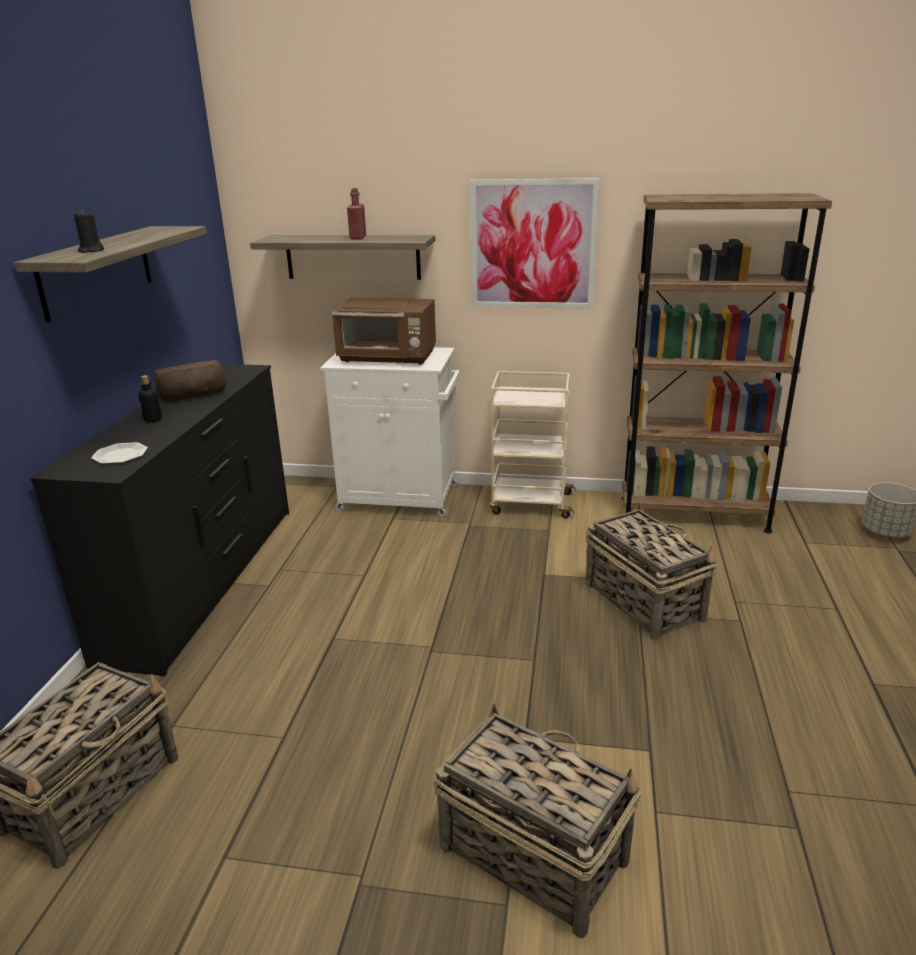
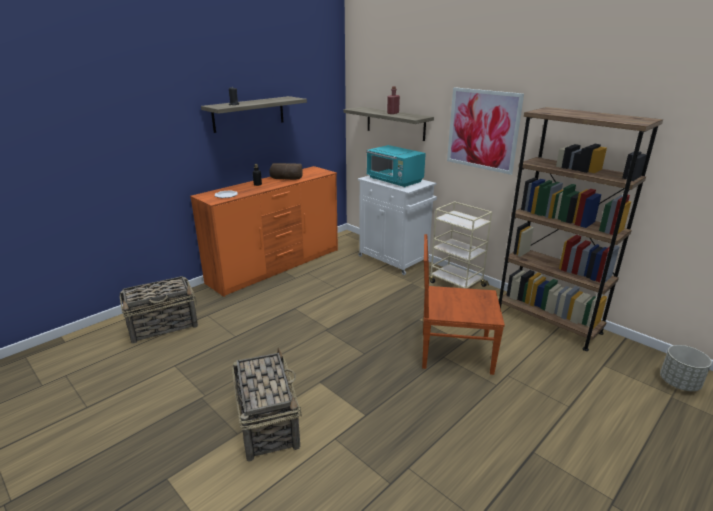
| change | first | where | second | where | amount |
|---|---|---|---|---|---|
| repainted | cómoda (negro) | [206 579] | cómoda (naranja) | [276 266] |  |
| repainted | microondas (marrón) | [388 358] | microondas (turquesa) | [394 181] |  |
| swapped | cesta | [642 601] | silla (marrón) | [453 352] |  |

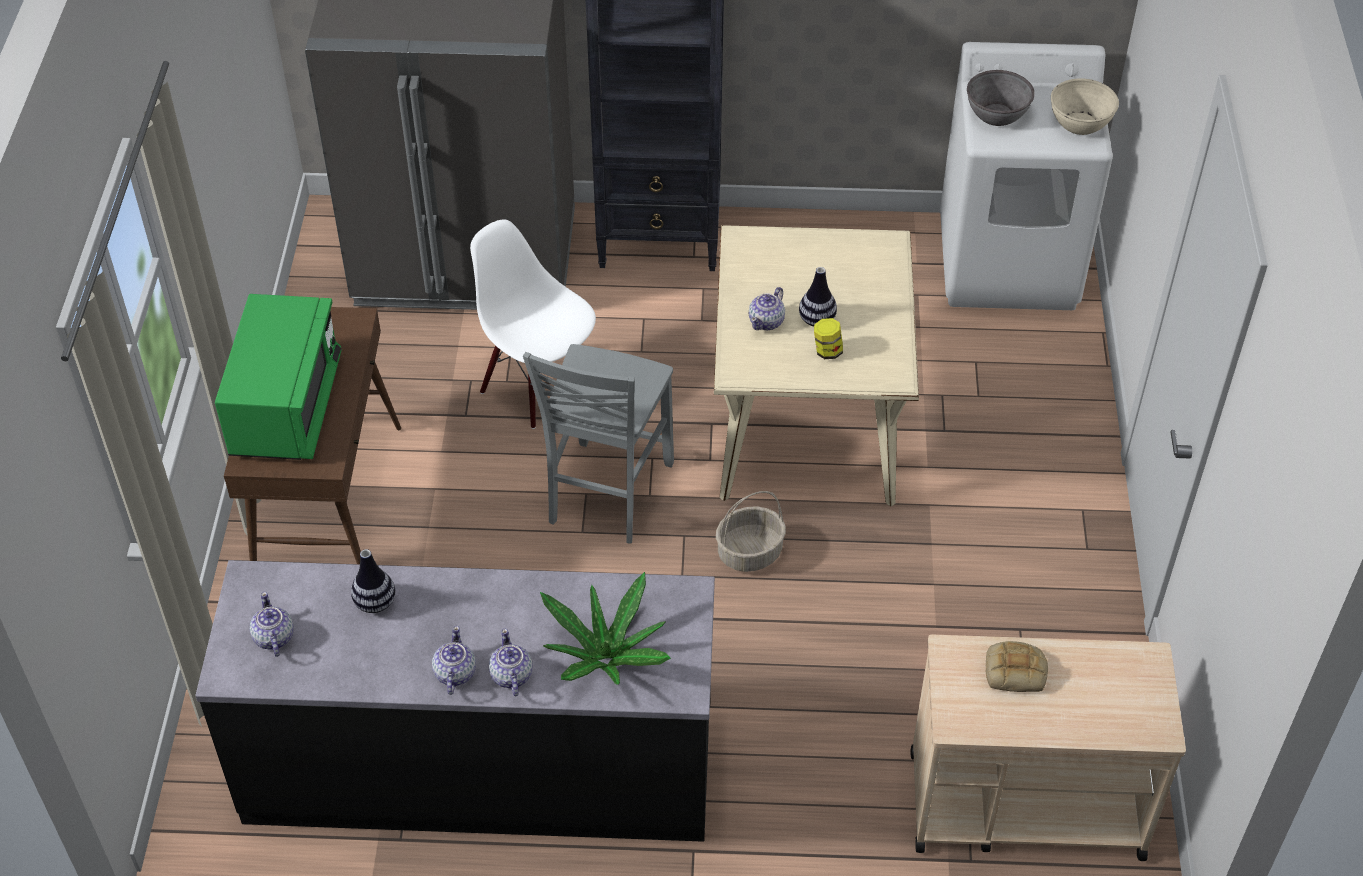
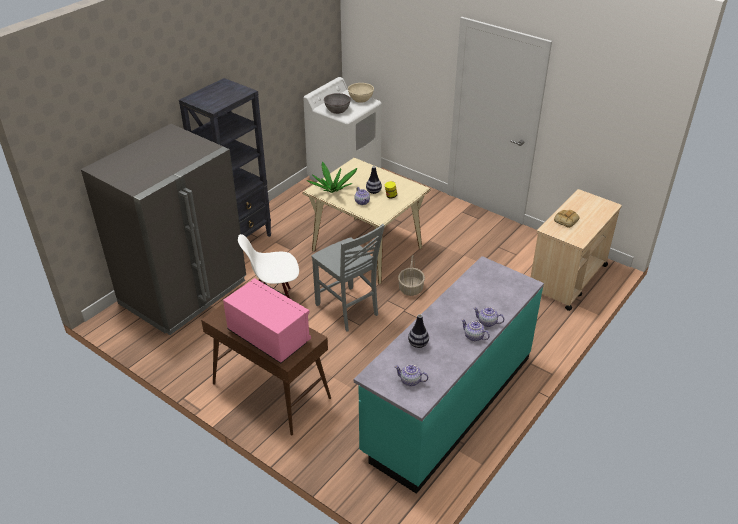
| change | first | where | second | where | amount |
|---|---|---|---|---|---|
| repainted | microondas (verde) | [287 407] | microondas (rosa) | [269 337] |  |
| shifted | planta en maceta | [606 656] |  | [332 190] |  |
| repainted | mueble bajo de cocina (negro) | [480 767] | mueble bajo de cocina (turquesa) | [447 404] |  |

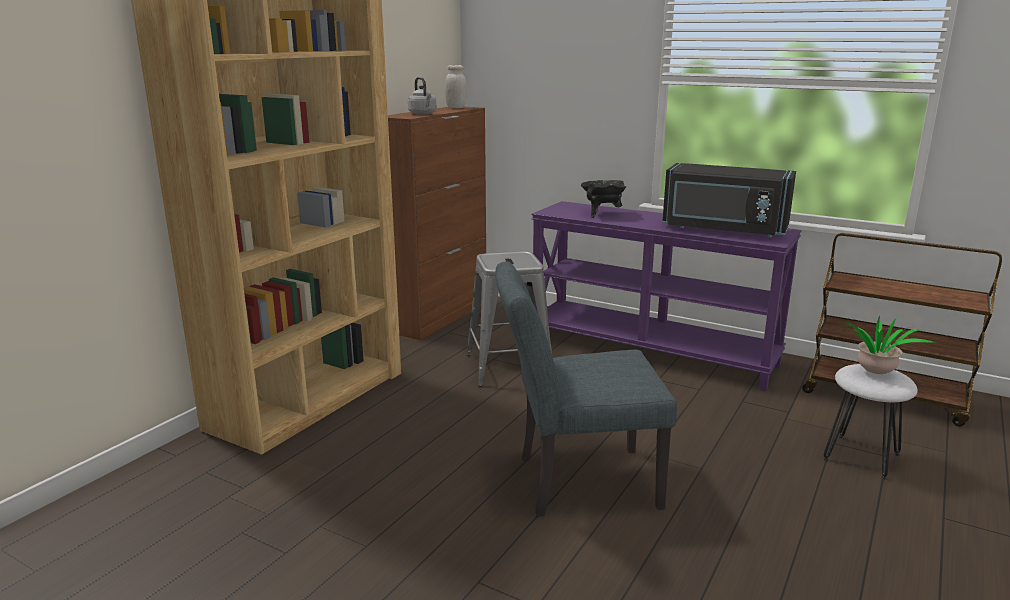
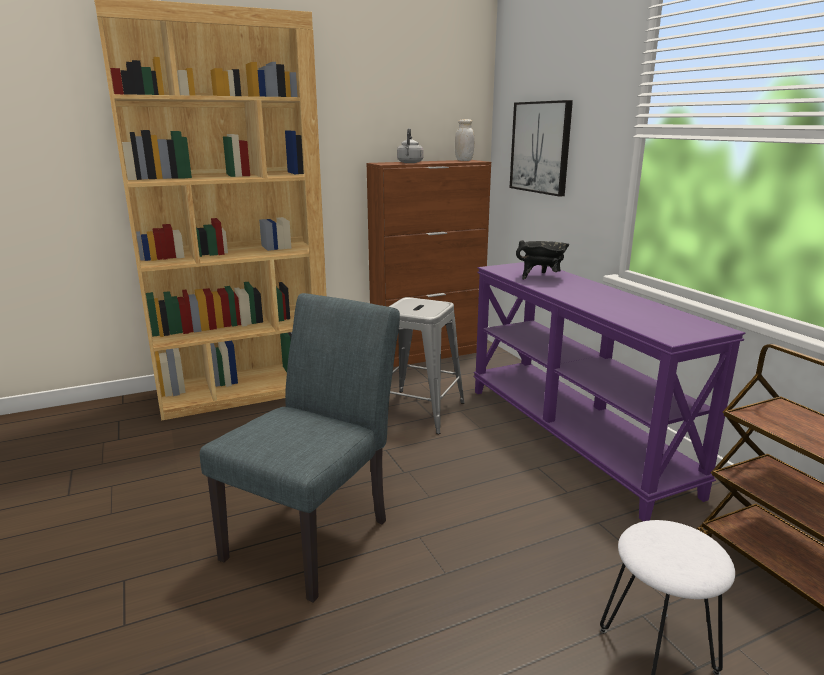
| change | first | where | second | where | amount |
|---|---|---|---|---|---|
| rotated | silla (gris) | [575 482] |  | [316 532] | 90 degrees clockwise |
| new |  |  | cuadro | [541 147] |  |
| gone | microondas (negro) | [723 229] |  |  |  |
| gone | planta en maceta | [875 374] |  |  |  |

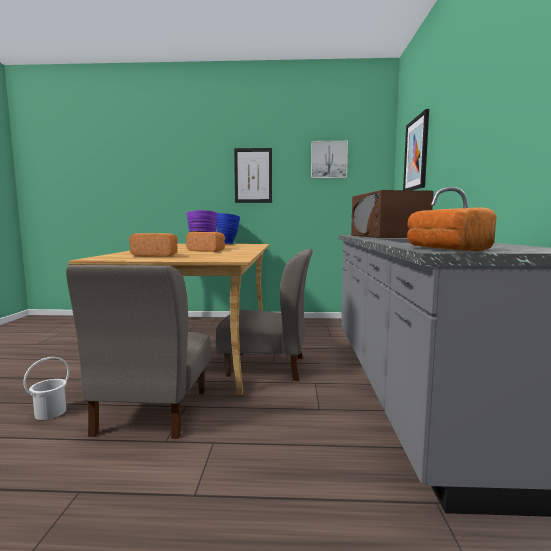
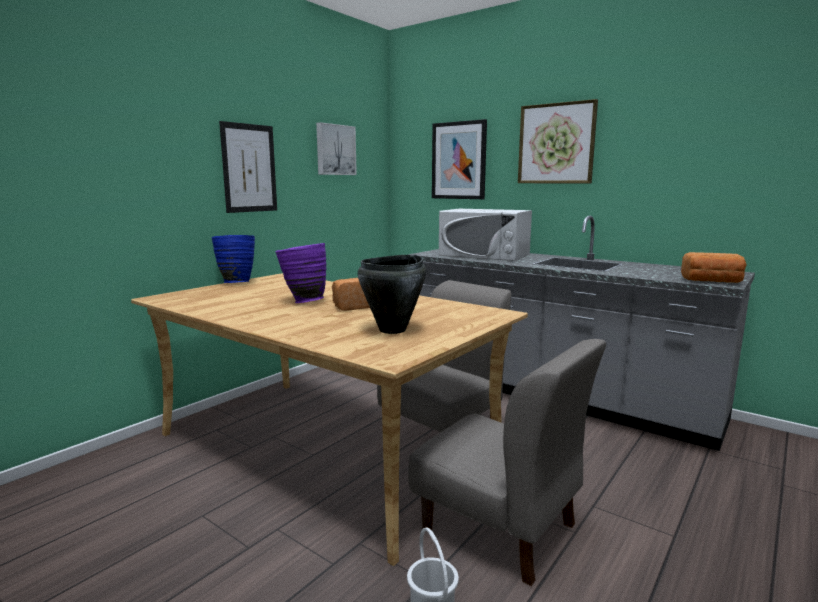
| change | first | where | second | where | amount |
|---|---|---|---|---|---|
| swapped | pan | [156 255] | olla (negro) | [393 330] |  |
| repainted | microondas (marrón) | [387 236] | microondas (blanco) | [484 255] |  |
| new |  |  | cuadro | [556 144] |  |

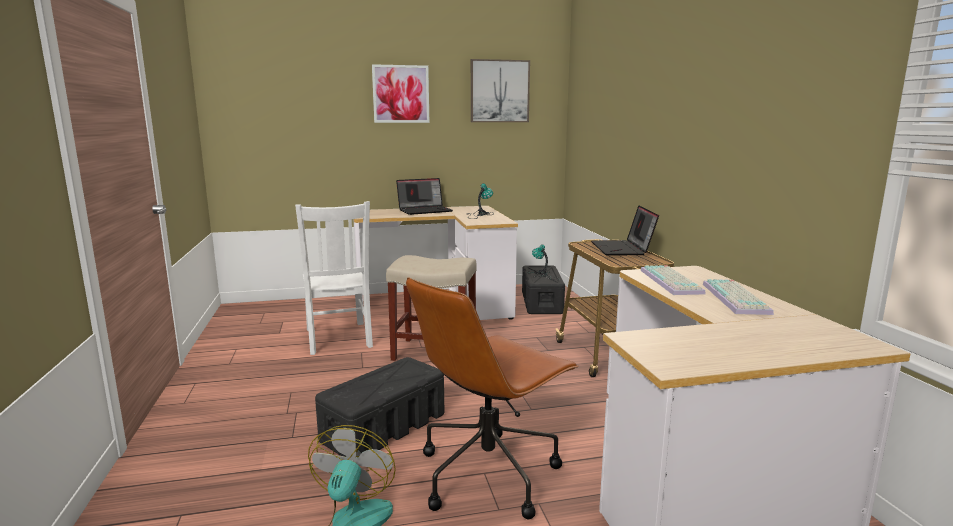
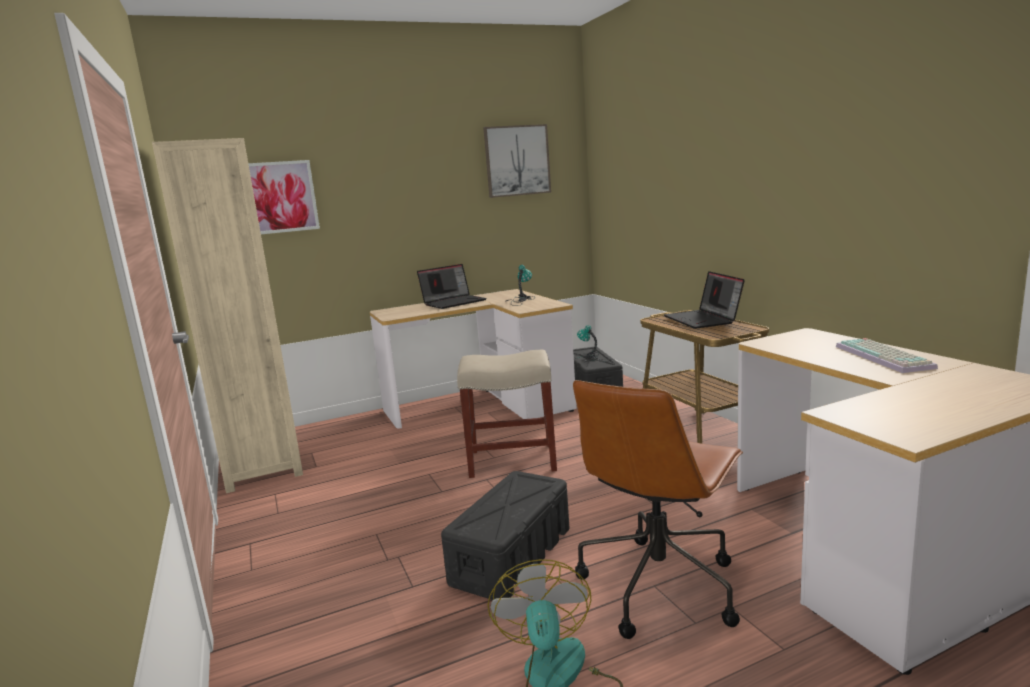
| change | first | where | second | where | amount |
|---|---|---|---|---|---|
| new |  |  | estantería (beis) | [263 468] |  |
| shifted | cuadro | [401 94] |  | [278 197] |  |
| gone | silla (blanco) | [338 339] |  |  |  |
| gone | teclado | [672 281] |  |  |  |

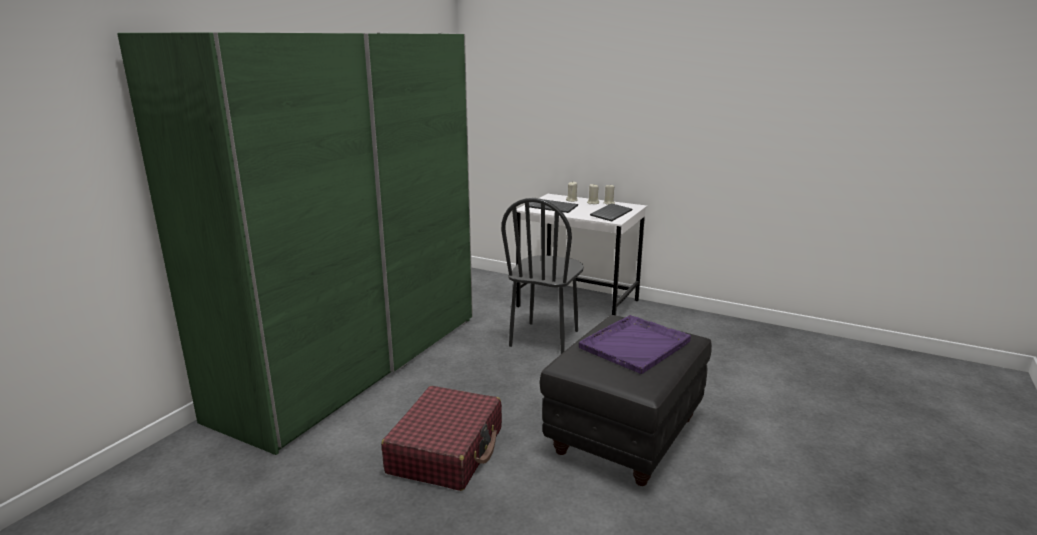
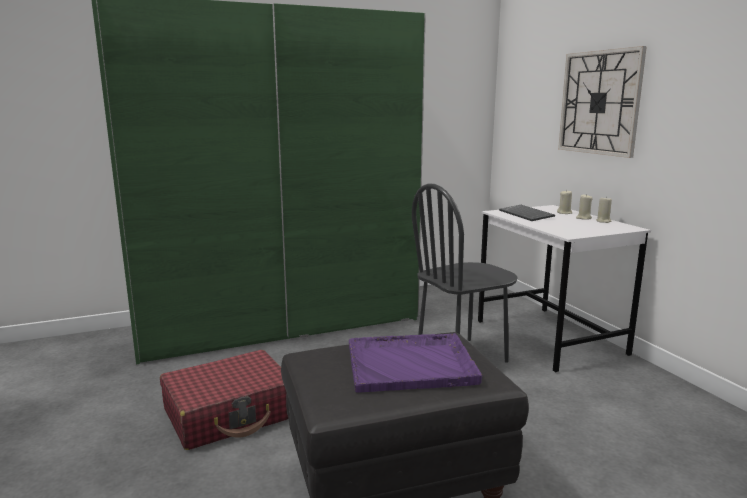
| change | first | where | second | where | amount |
|---|---|---|---|---|---|
| new |  |  | reloj de pared | [599 103] |  |
| gone | teclado | [610 213] |  |  |  |

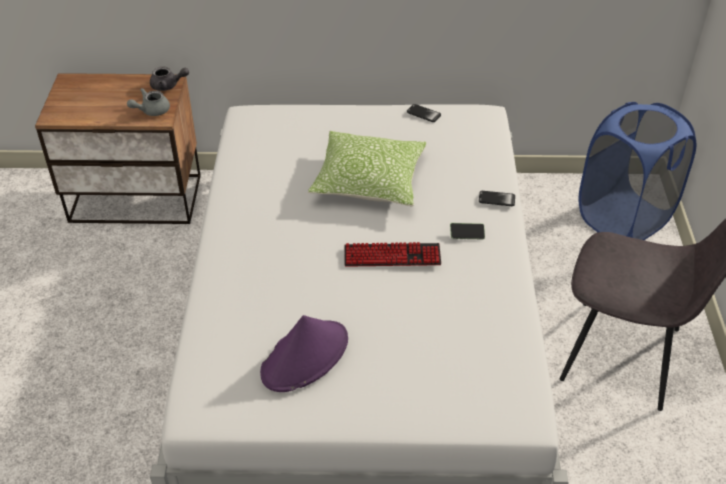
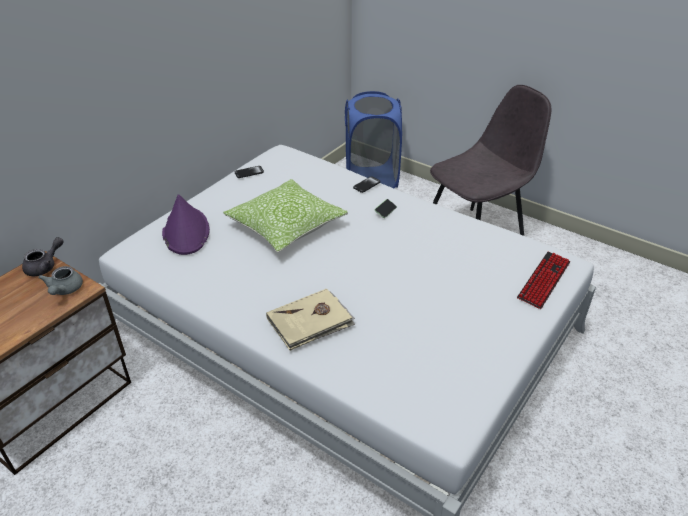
| change | first | where | second | where | amount |
|---|---|---|---|---|---|
| shifted | sombrero (morado) | [305 356] |  | [186 231] |  |
| new |  |  | libro (beis) | [310 322] |  |
| shifted | teclado | [392 256] |  | [544 280] |  |

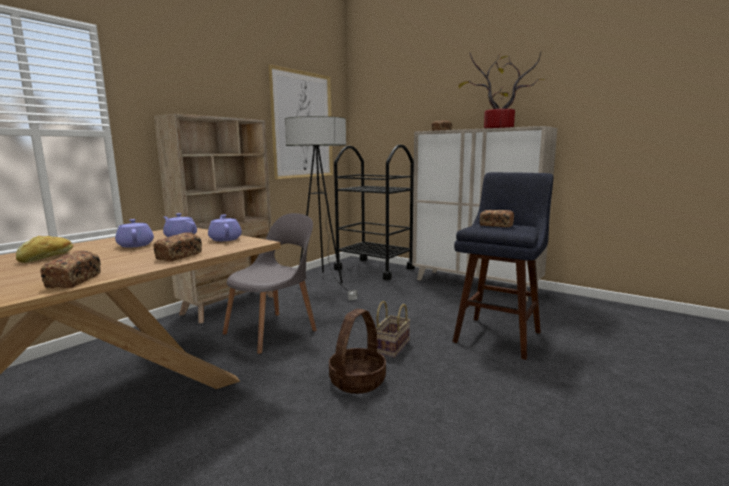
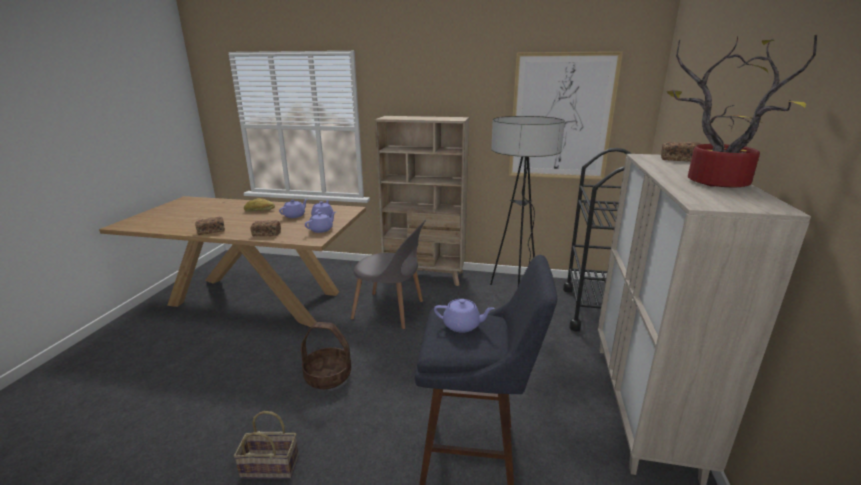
| change | first | where | second | where | amount |
|---|---|---|---|---|---|
| shifted | cesta | [392 346] |  | [272 466] |  |
| swapped | pan | [496 225] | tetera (morado) | [462 325] |  |

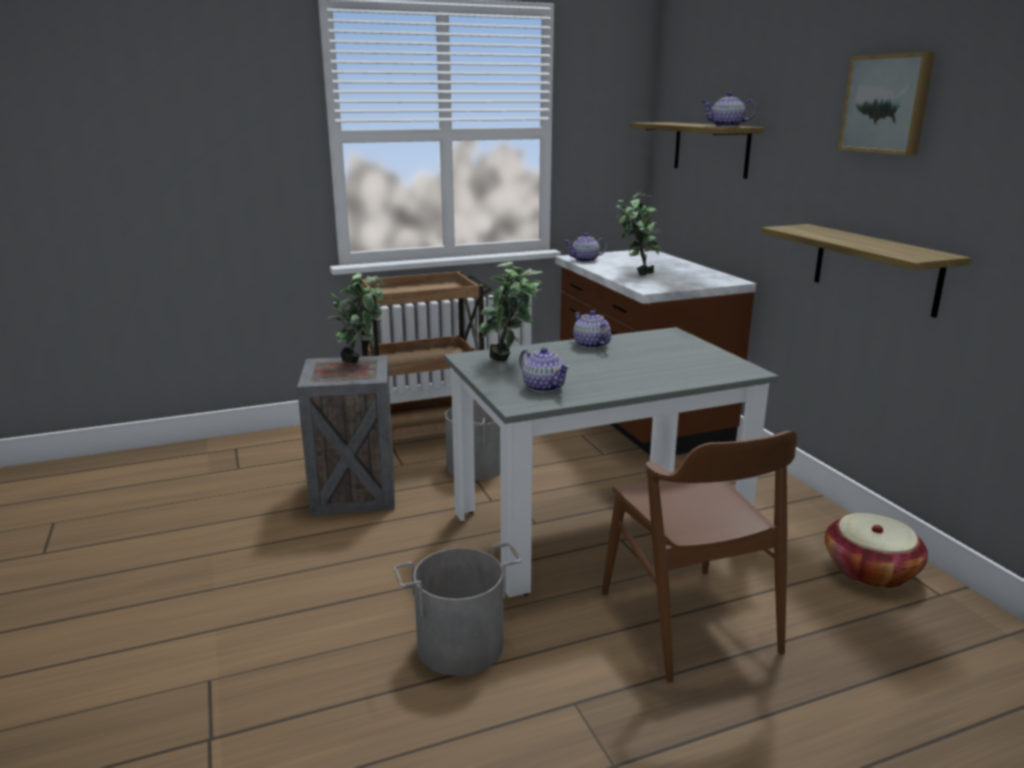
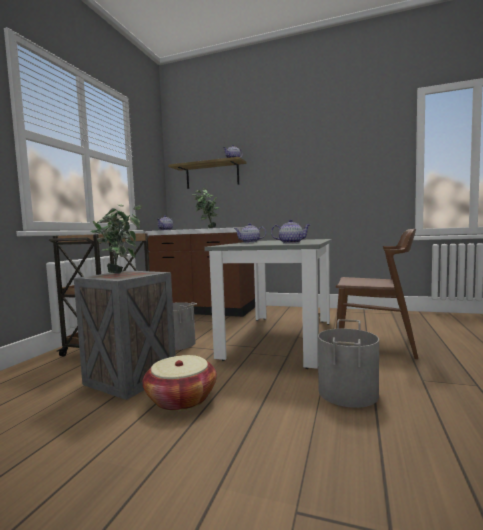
| change | first | where | second | where | amount |
|---|---|---|---|---|---|
| shifted | cesta | [870 570] |  | [181 399] |  |
| gone | planta en maceta | [510 361] |  |  |  |
| gone | estante | [875 268] |  |  |  |
| gone | cuadro | [887 104] |  |  |  |

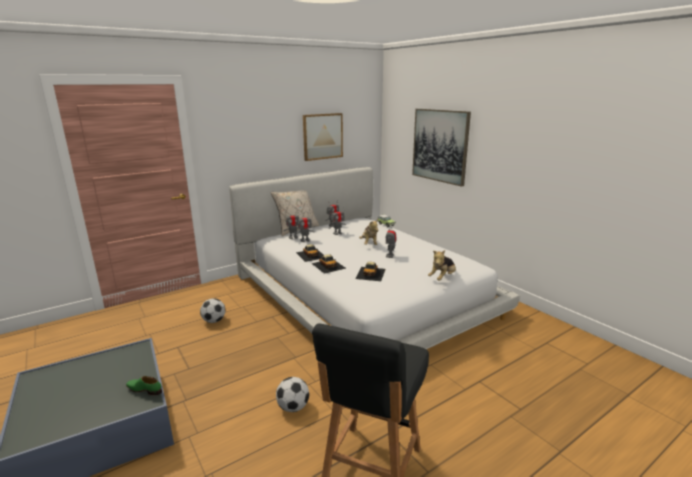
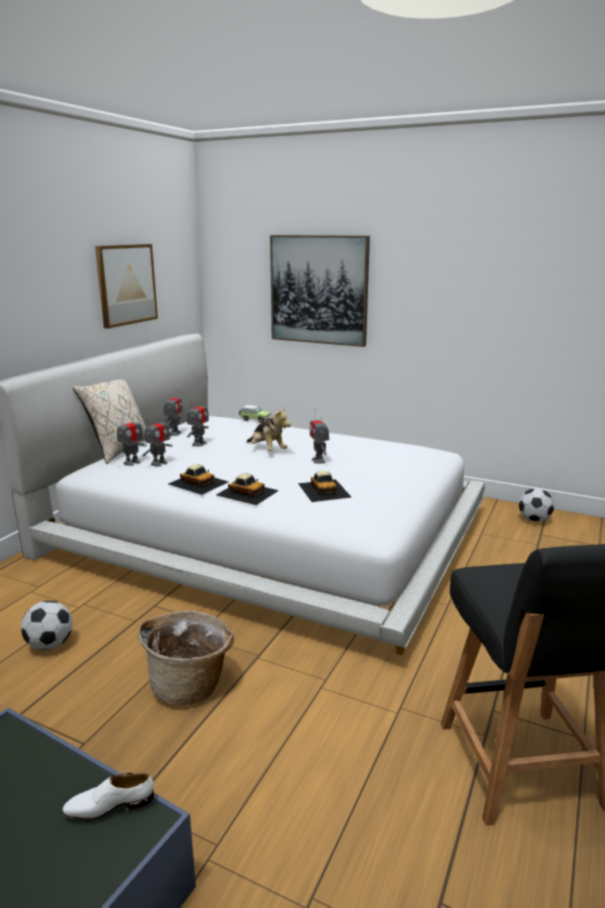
| change | first | where | second | where | amount |
|---|---|---|---|---|---|
| repainted | zapato (verde) | [144 389] | zapato (blanco) | [110 806] |  |
| new |  |  | cesta | [190 685] |  |
| shifted | balón de fútbol | [293 407] |  | [534 520] |  |
| gone | peluche | [442 278] |  |  |  |

